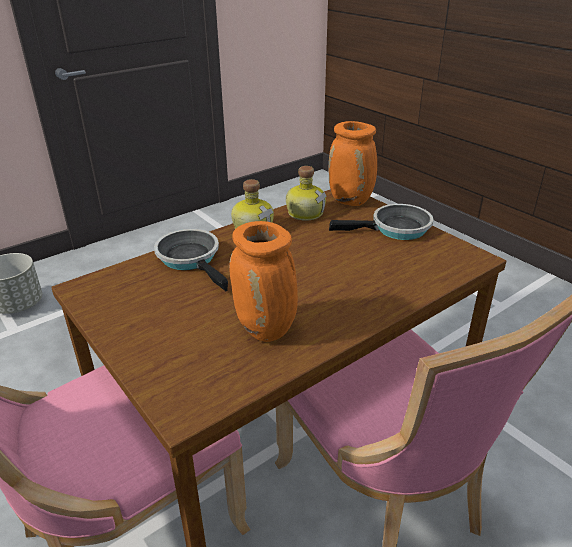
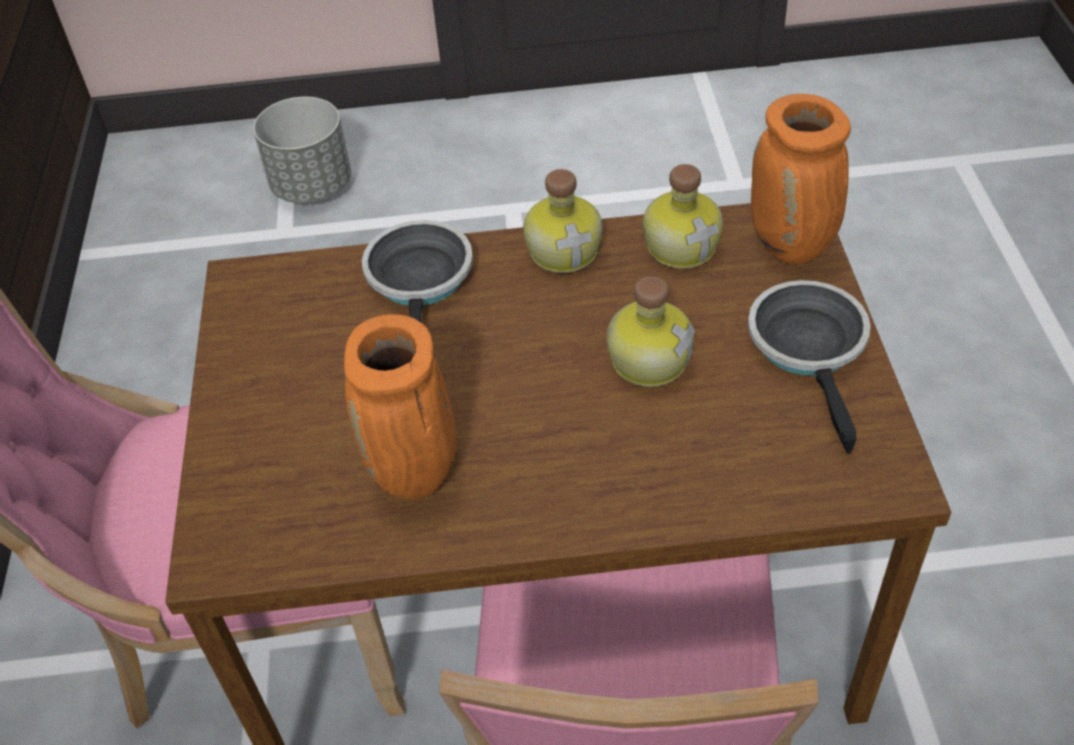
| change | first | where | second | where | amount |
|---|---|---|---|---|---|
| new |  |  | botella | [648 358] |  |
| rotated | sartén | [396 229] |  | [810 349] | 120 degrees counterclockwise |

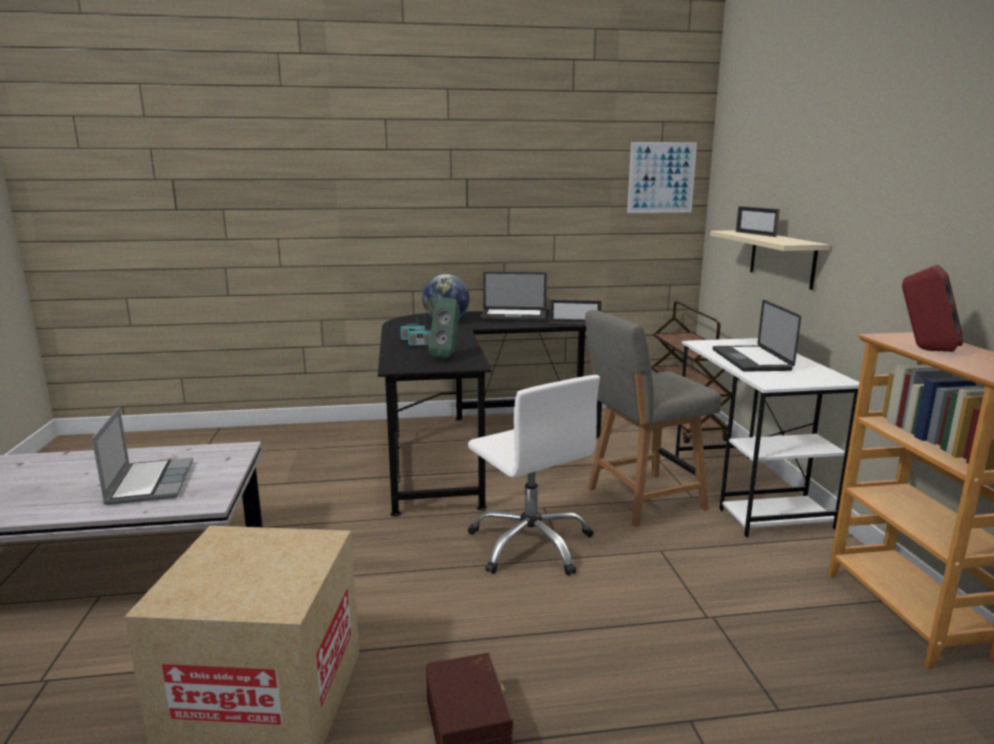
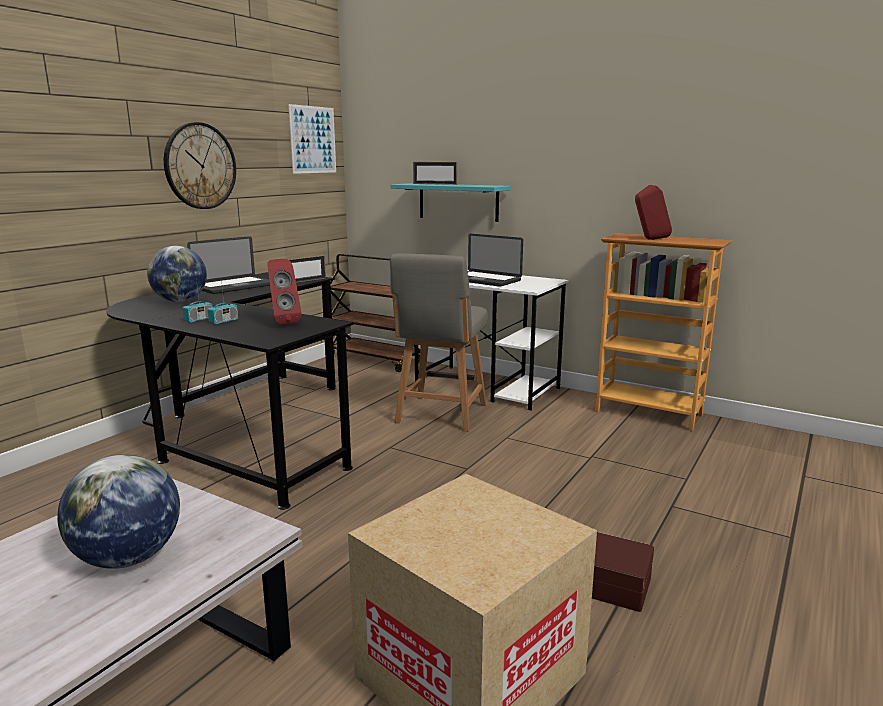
| change | first | where | second | where | amount |
|---|---|---|---|---|---|
| swapped | portátil | [149 483] | globo terráqueo | [127 558] |  |
| new |  |  | reloj de pared | [200 166] |  |
| repainted | altavoz (verde) | [447 356] | altavoz (rojo) | [283 322] |  |
| repainted | estante (beis) | [782 258] | estante (turquesa) | [458 202] |  |
| gone | silla de oficina (blanco) | [531 544] |  |  |  |

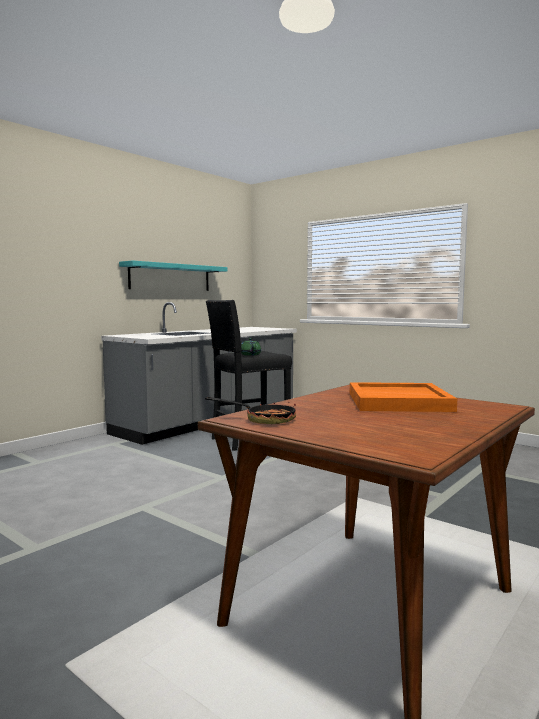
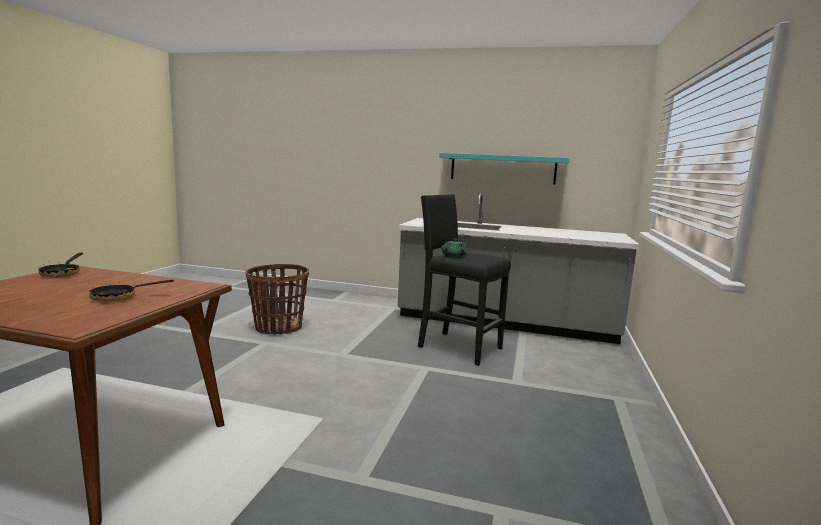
| change | first | where | second | where | amount |
|---|---|---|---|---|---|
| swapped | bandeja (naranja) | [399 401] | sartén | [121 297] |  |
| new |  |  | cesta | [278 328] |  |

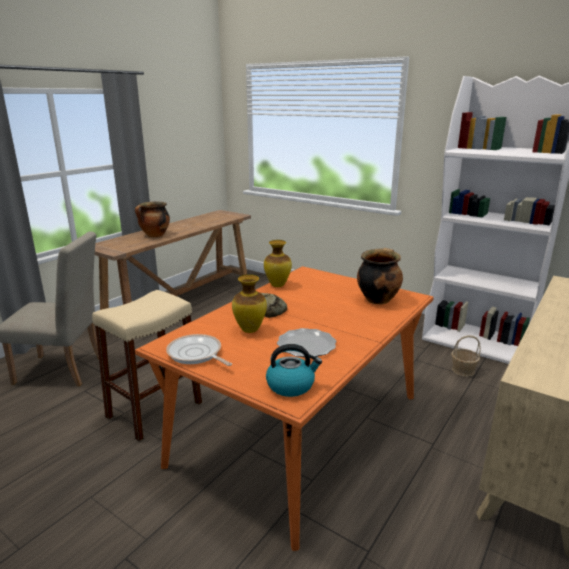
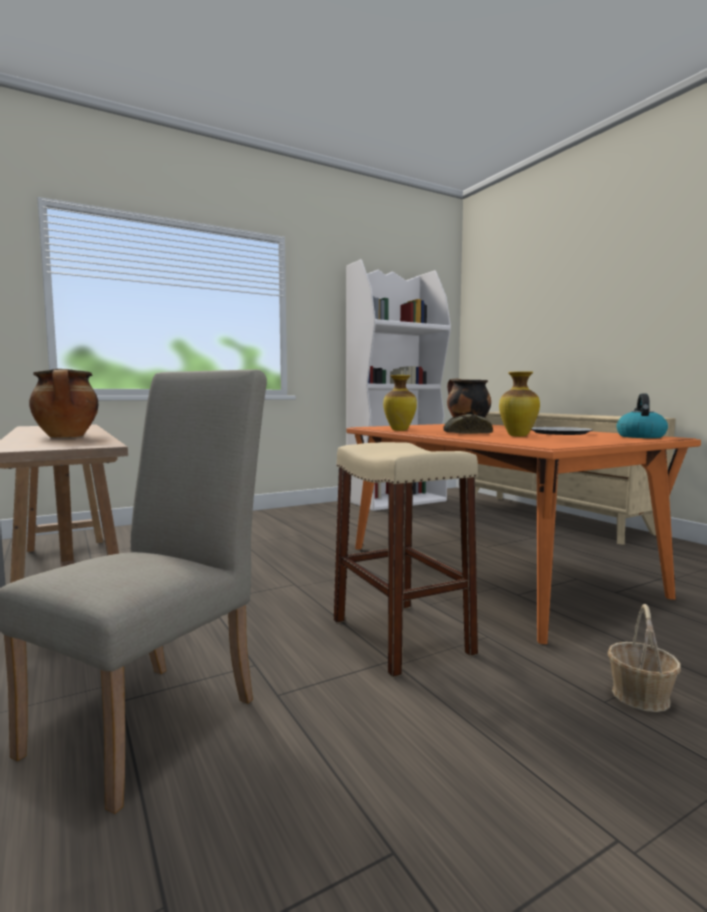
| change | first | where | second | where | amount |
|---|---|---|---|---|---|
| shifted | cesta | [462 370] |  | [640 696] |  |
| gone | sartén | [196 354] |  |  |  |

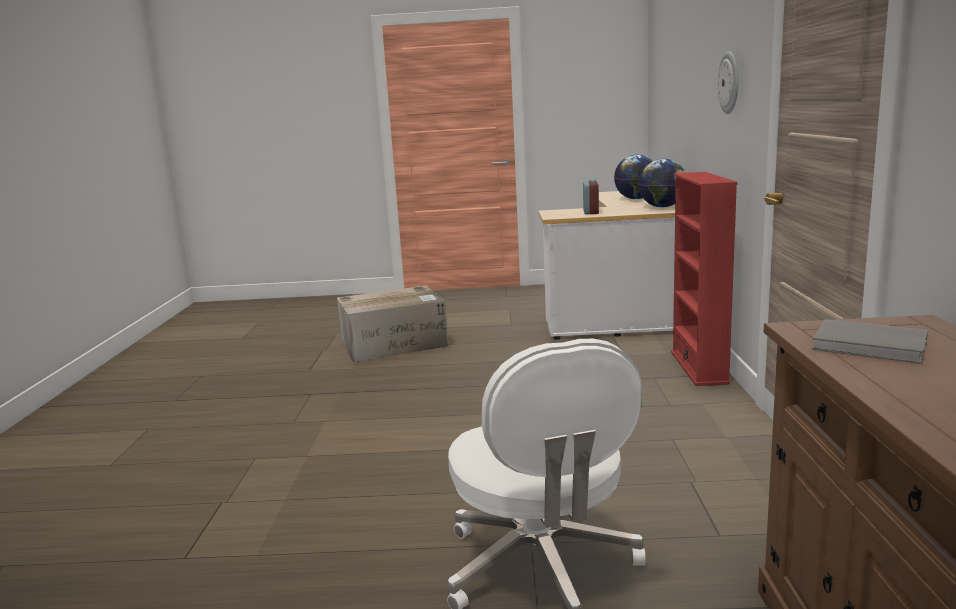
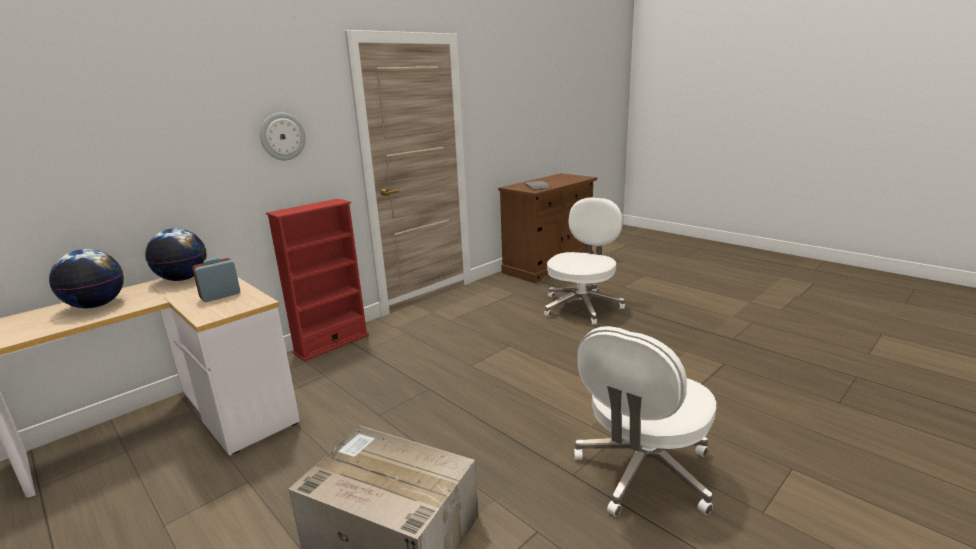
| change | first | where | second | where | amount |
|---|---|---|---|---|---|
| new |  |  | silla de oficina (blanco) | [643 472] |  |

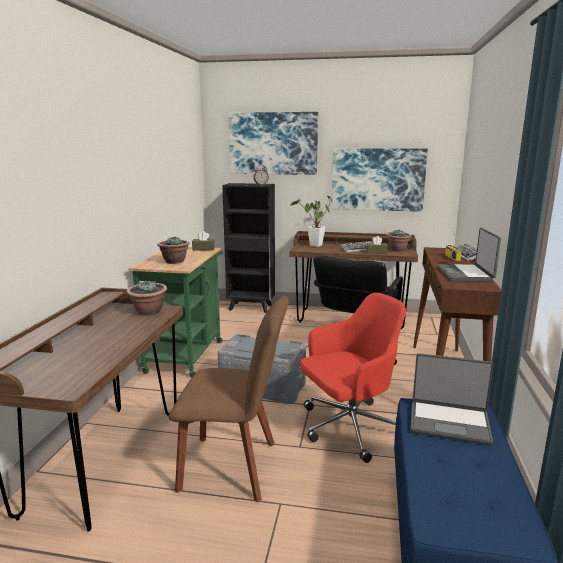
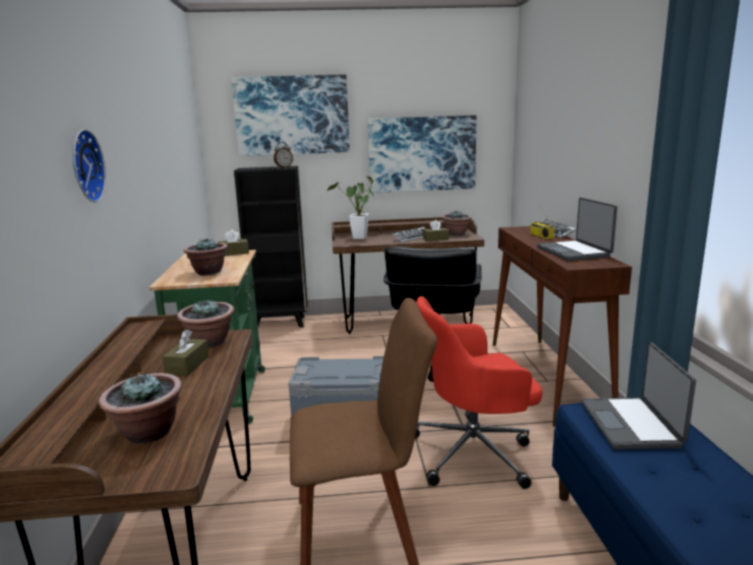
| change | first | where | second | where | amount |
|---|---|---|---|---|---|
| new |  |  | reloj de pared | [84 166] |  |
| new |  |  | planta en maceta | [148 433] |  |
| new |  |  | caja de pañuelos (marrón) | [187 365] |  |
| rotated | silla de oficina (rojo) | [349 428] |  | [474 452] | 150 degrees counterclockwise |
| rotated | portátil | [449 422] |  | [632 424] | 90 degrees clockwise |

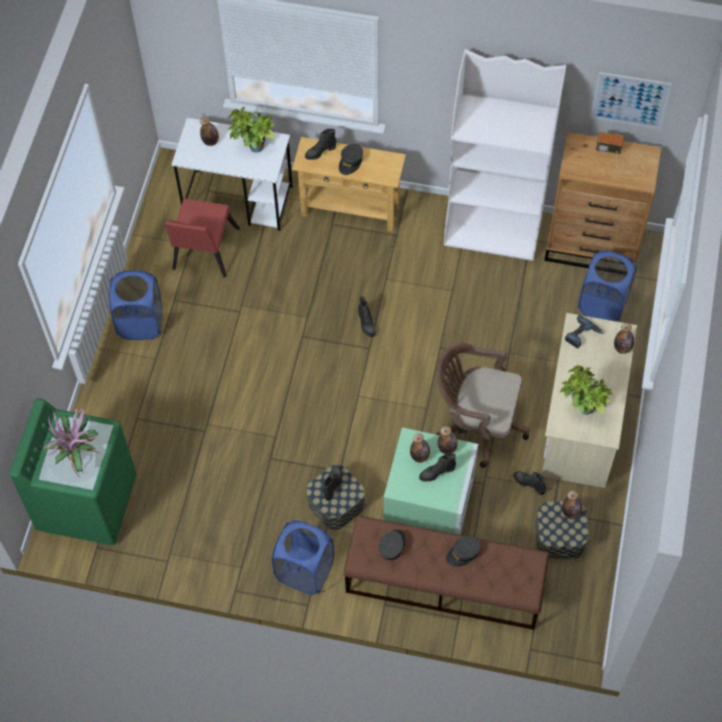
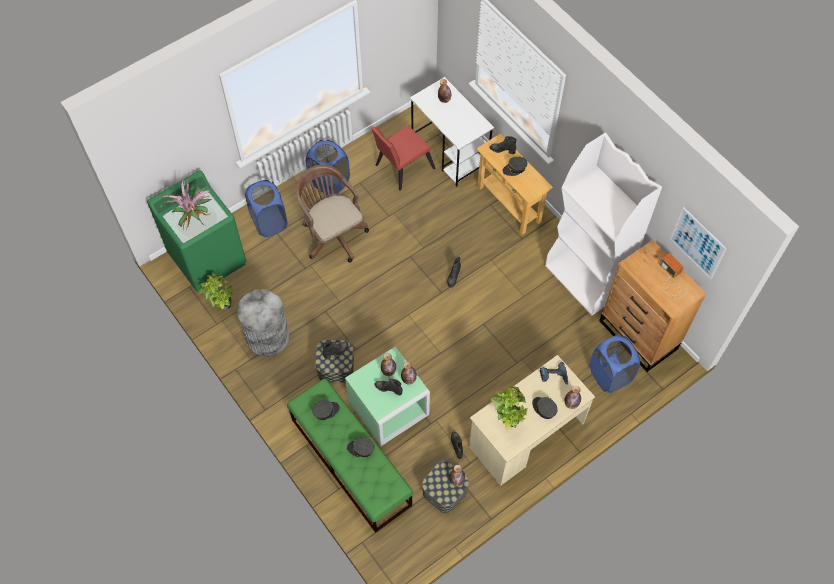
| change | first | where | second | where | amount |
|---|---|---|---|---|---|
| shifted | planta en maceta | [253 149] |  | [222 305] |  |
| new |  |  | papelera (gris) | [267 337] |  |
| shifted | cesto de la ropa (azul) | [304 571] |  | [269 222] |  |
| repainted | banco (marrón) | [443 583] | banco (verde) | [350 461] |  |
| shifted | silla de oficina (marrón) | [476 423] |  | [332 234] |  |
| new |  |  | gorra (gris) | [544 409] |  |

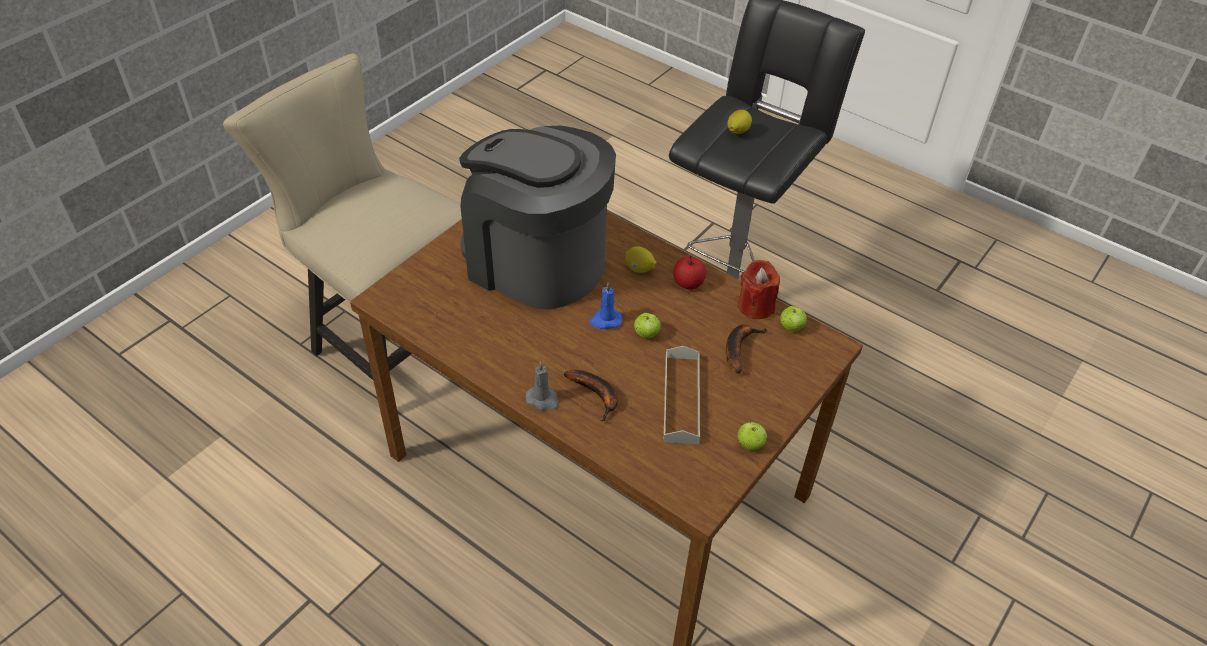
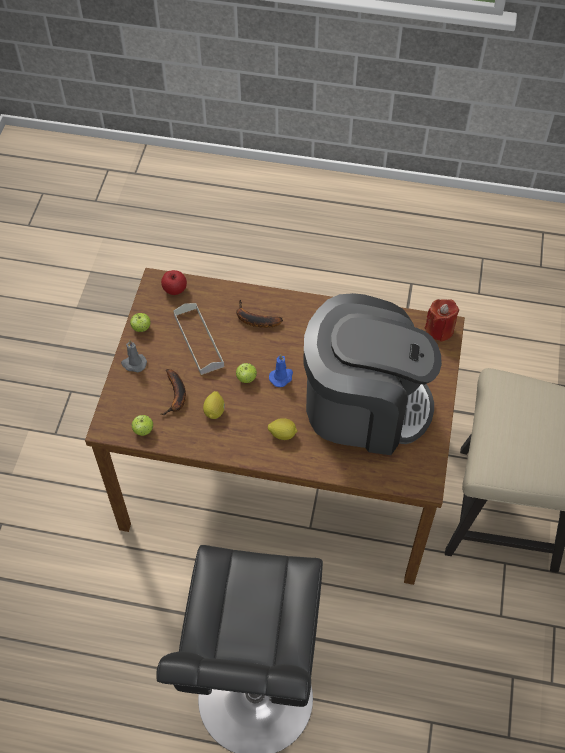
| change | first | where | second | where | amount |
|---|---|---|---|---|---|
| shifted | vela (gris) | [543 400] |  | [134 364] |  |
| shifted | manzana | [688 283] |  | [175 289] |  |
| shifted | limón | [737 131] |  | [214 411] |  |
| shifted | vela (rojo) | [755 306] |  | [439 329] |  |

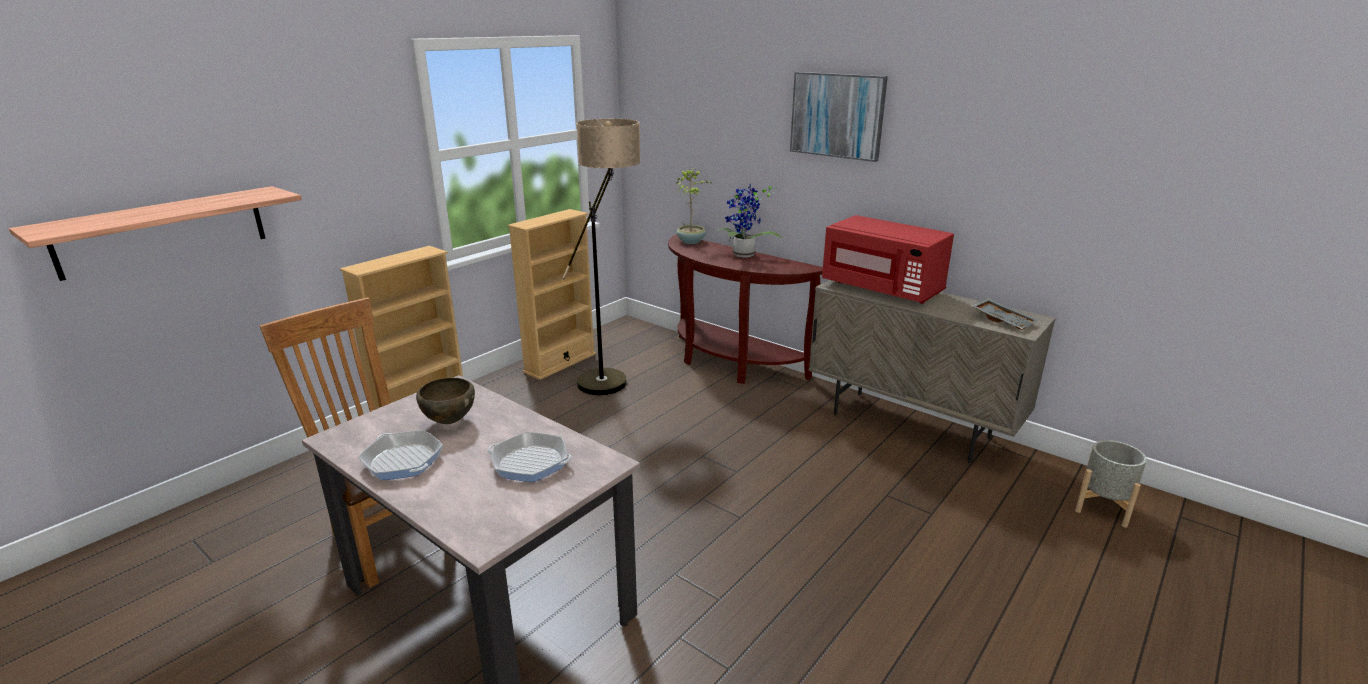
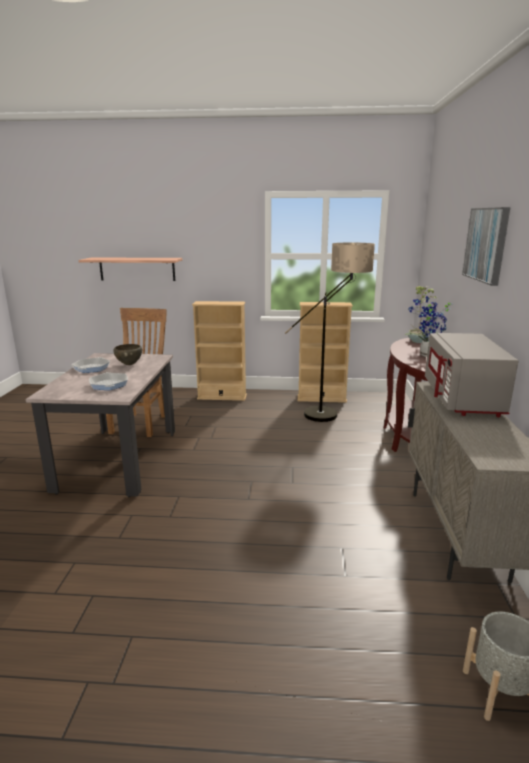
| change | first | where | second | where | amount |
|---|---|---|---|---|---|
| repainted | microondas (rojo) | [883 288] | microondas (gris) | [463 399] |  |
| gone | bandeja (gris) | [1003 320] |  |  |  |

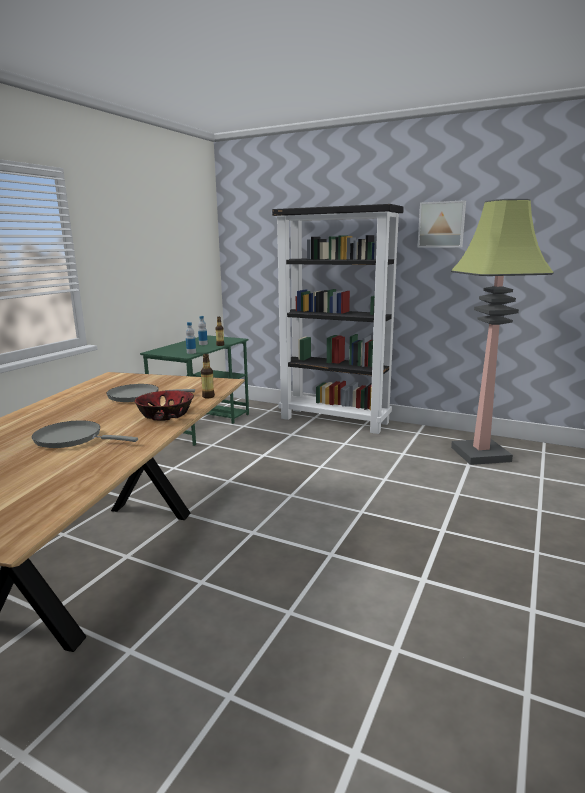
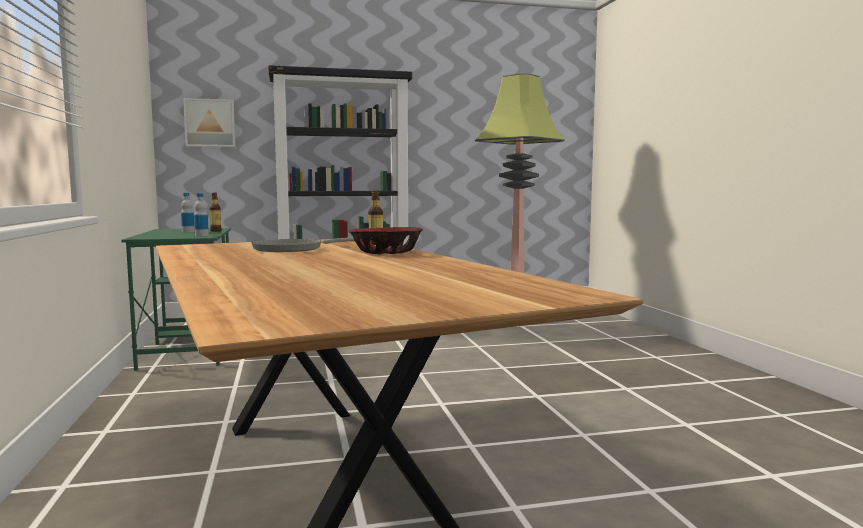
| change | first | where | second | where | amount |
|---|---|---|---|---|---|
| shifted | cuadro | [441 224] |  | [210 123] |  |
| gone | sartén (gris) | [73 438] |  |  |  |

